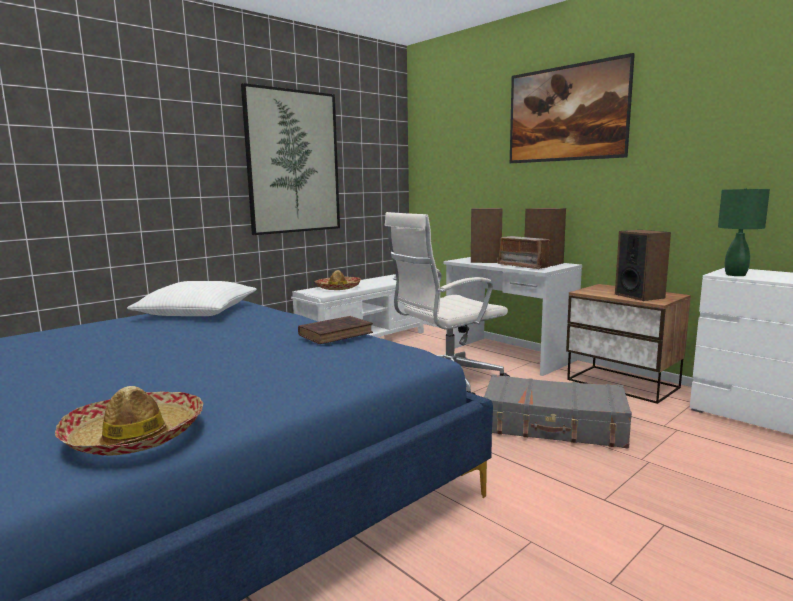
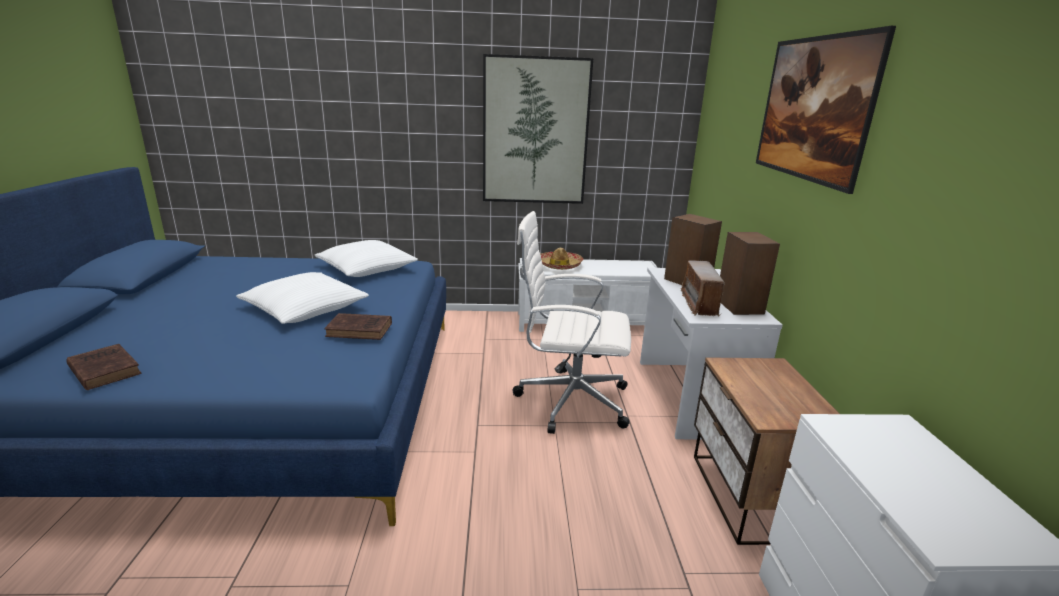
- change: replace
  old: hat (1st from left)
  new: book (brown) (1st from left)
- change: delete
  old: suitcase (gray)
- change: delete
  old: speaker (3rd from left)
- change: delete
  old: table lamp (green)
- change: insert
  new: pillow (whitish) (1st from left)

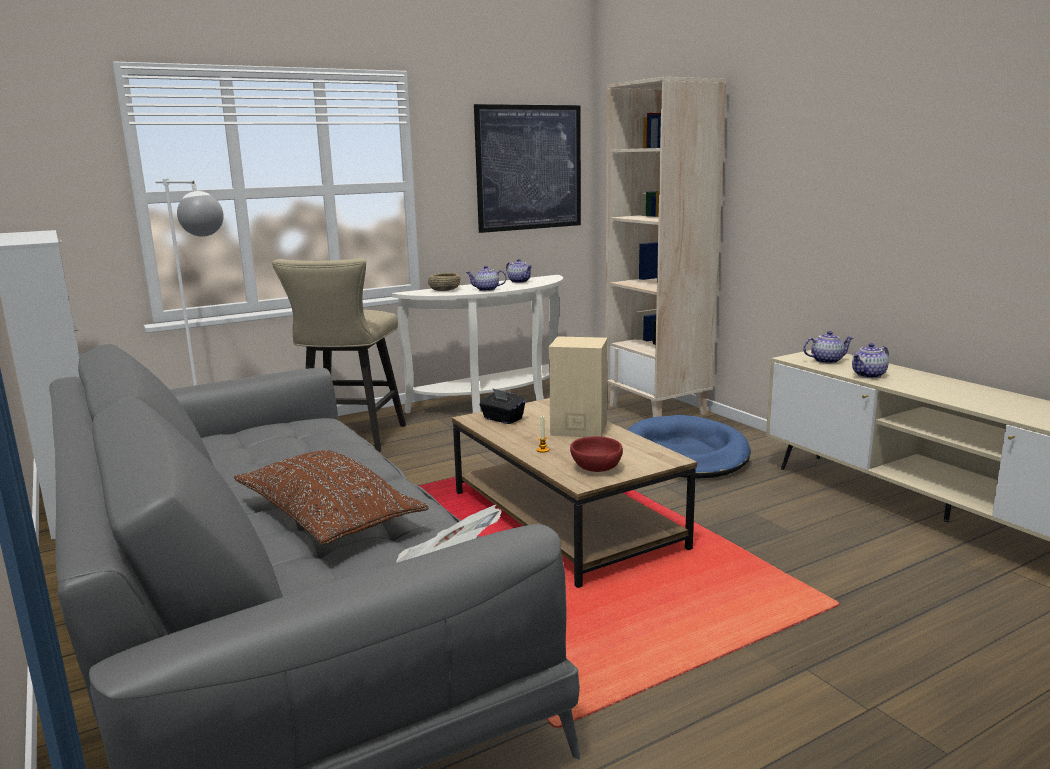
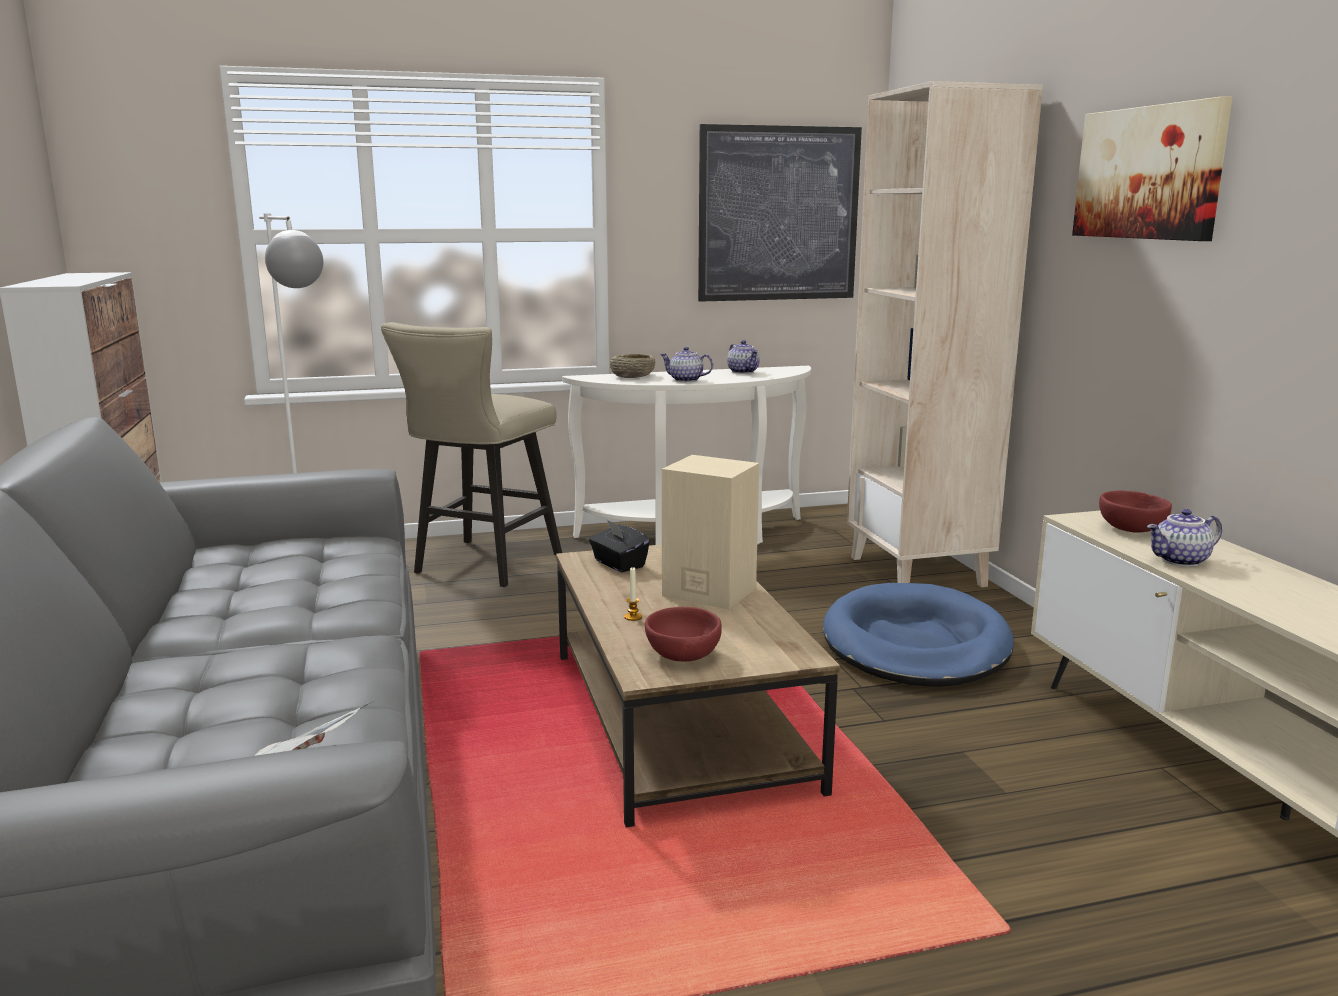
- change: delete
  old: pillow (brown)
- change: replace
  old: pot for tea (3rd from left)
  new: deep dish (reddish) (2nd from left)
- change: insert
  new: picture (2nd from left)

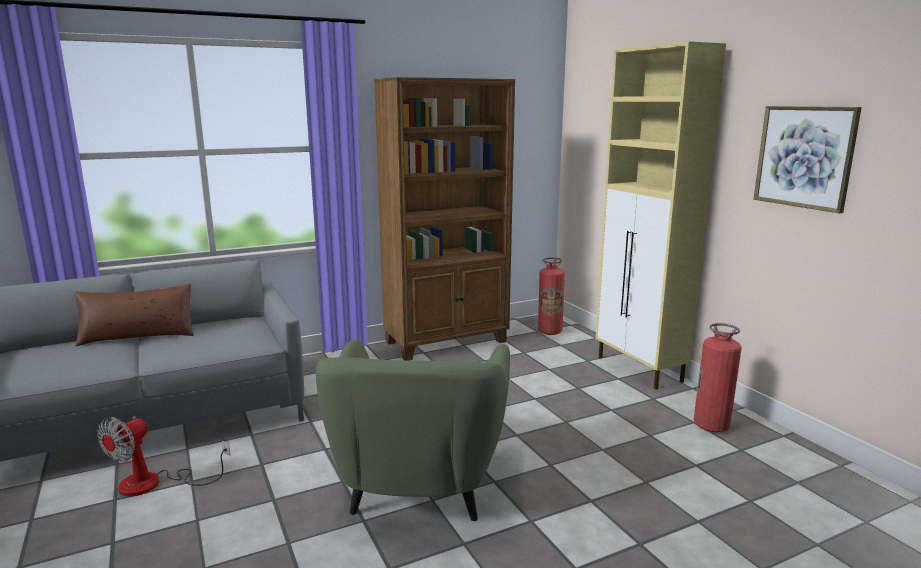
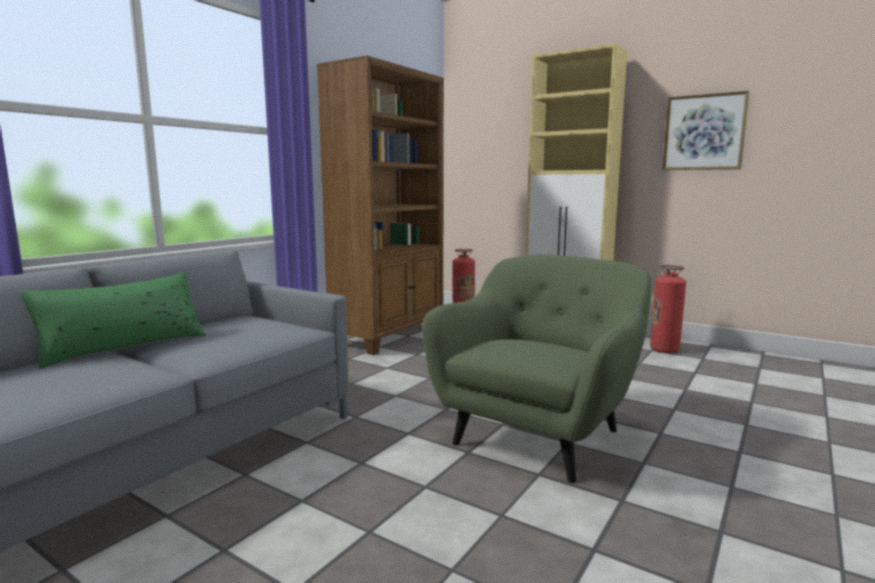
- change: recolor
  old: pillow (brown)
  new: pillow (green)
- change: delete
  old: fan
- change: rotate
  old: easy chair (green)
  degrees: -120

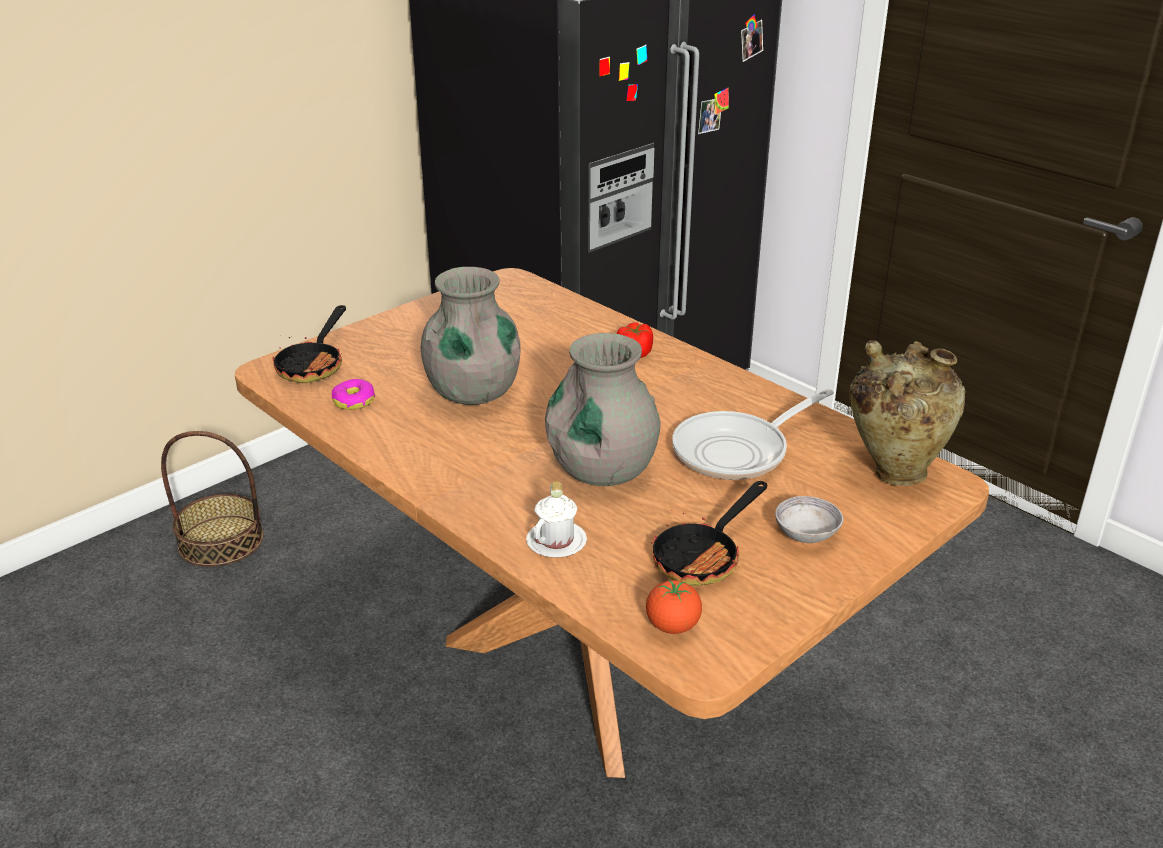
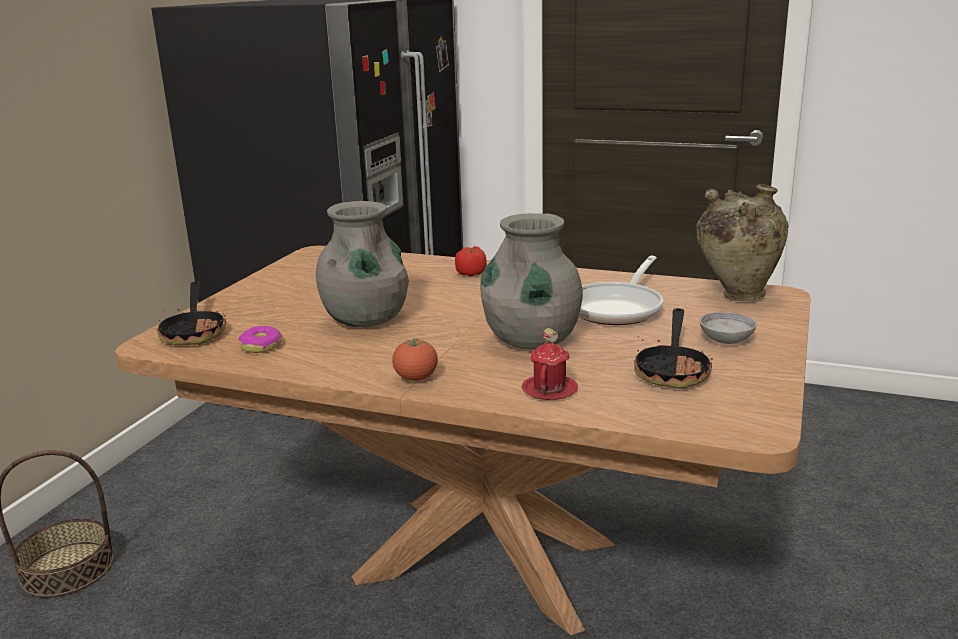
- change: recolor
  old: coffee mug (whitish)
  new: coffee mug (reddish)
- change: move
  old: tomato (2nd from left in the first image)
  new: tomato (1st from left)

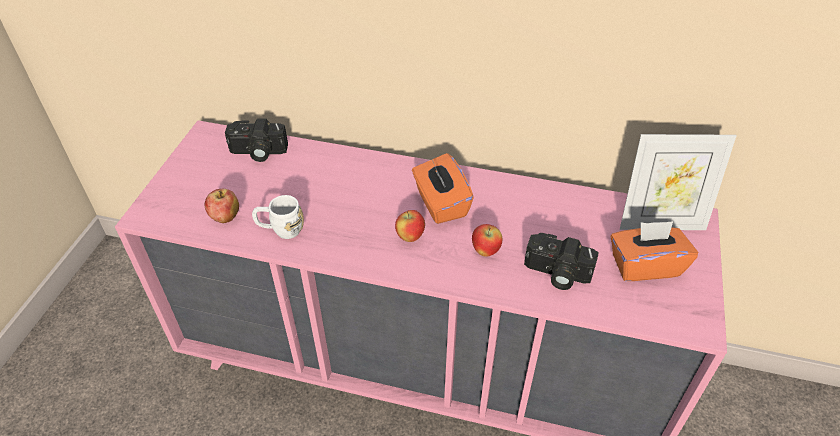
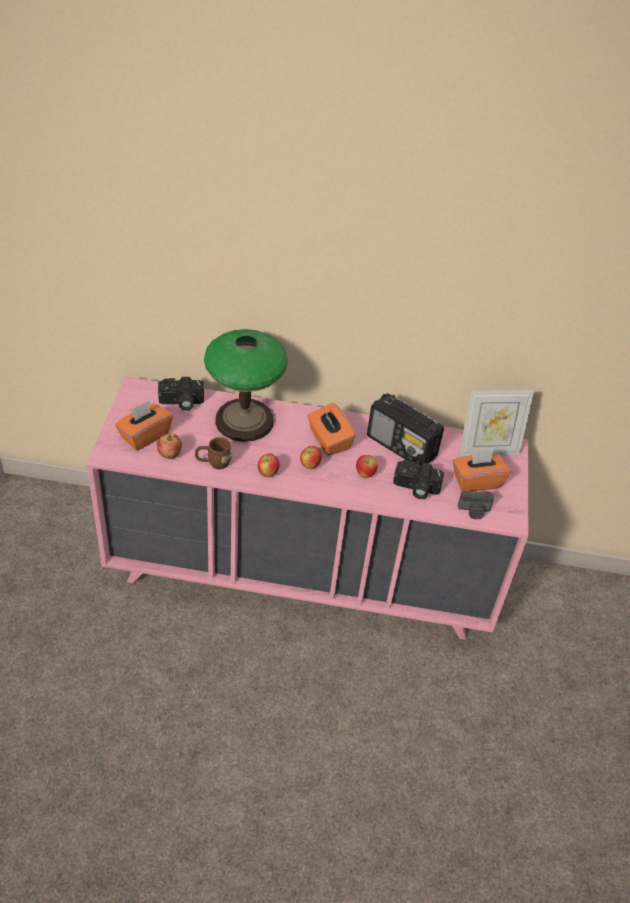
- change: recolor
  old: coffee mug (whitish)
  new: coffee mug (brown)
- change: insert
  new: tissue holder (orange-coloured) (1st from left)
- change: insert
  new: table lamp
- change: insert
  new: apple (2nd from left)
- change: insert
  new: radio set
- change: insert
  new: still camera (3rd from left)

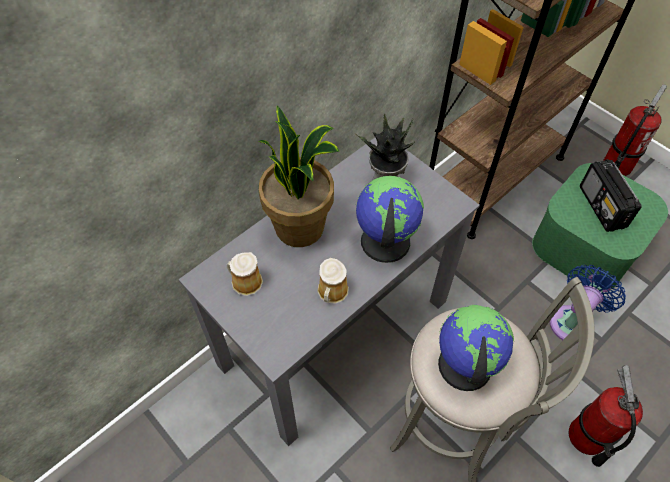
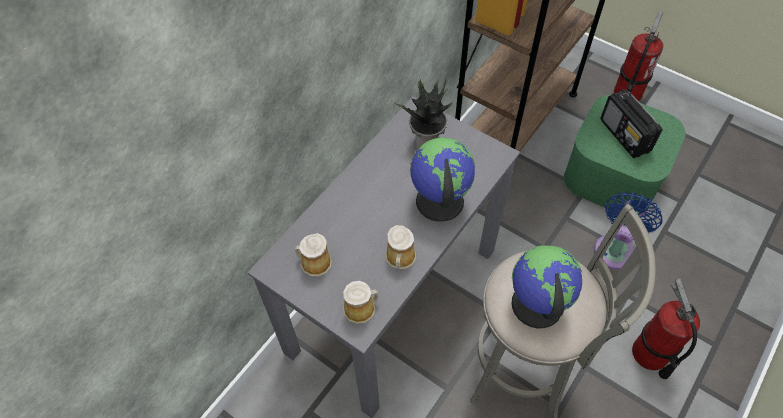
- change: delete
  old: plant in a pot (1st from left)
- change: insert
  new: coffee mug (2nd from left)

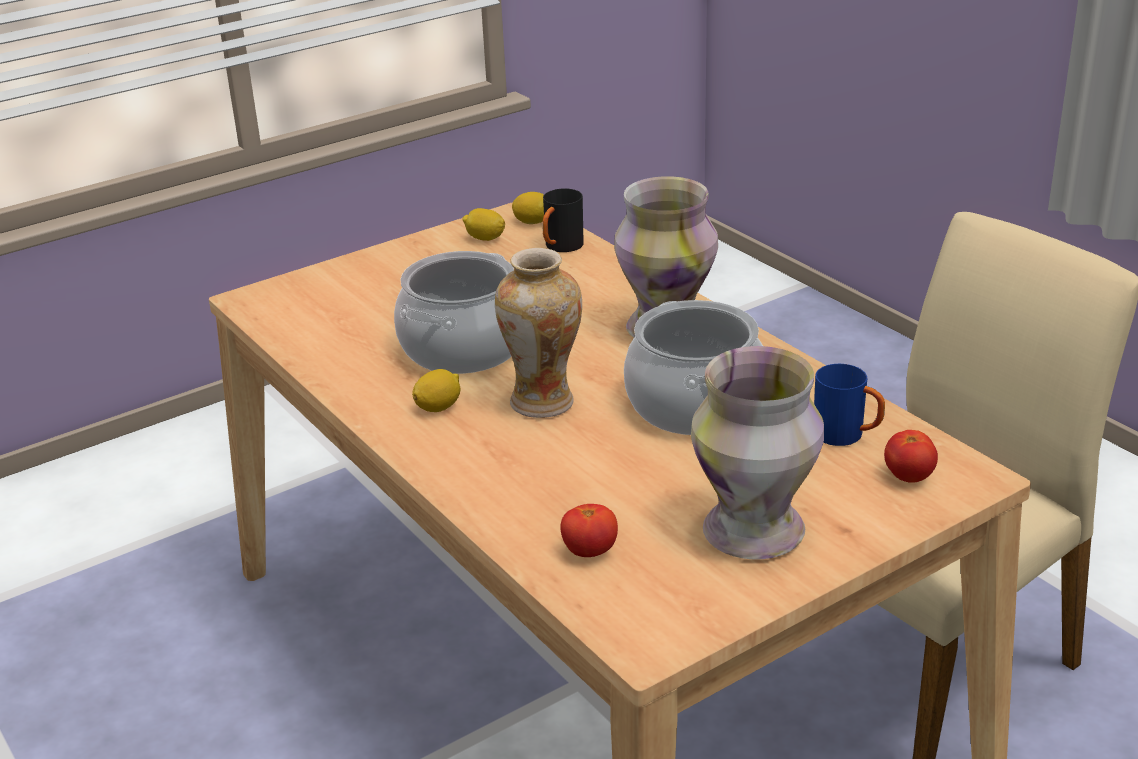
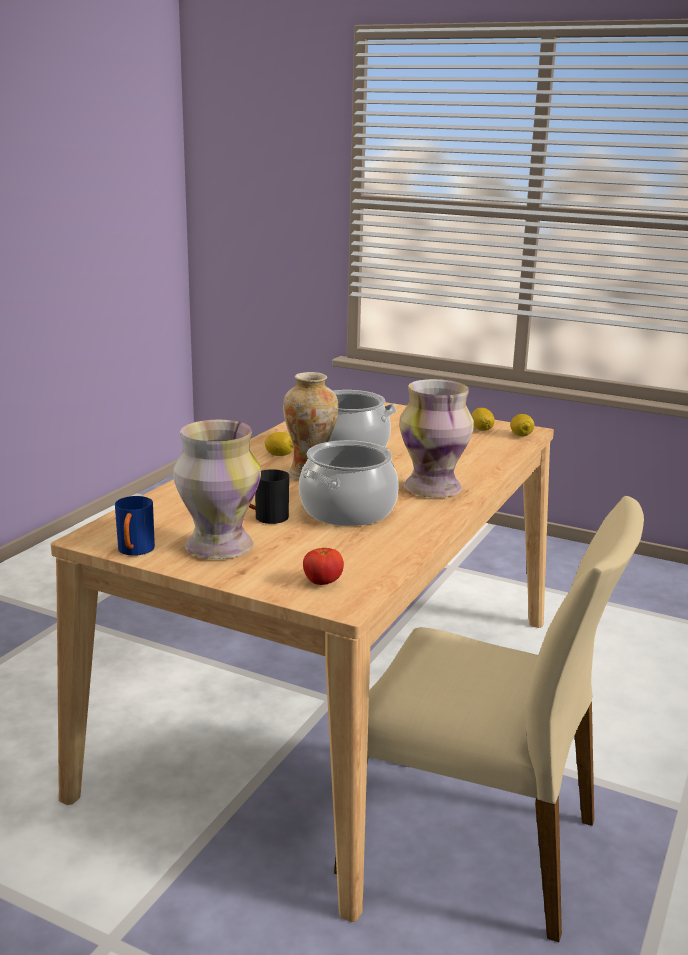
- change: move
  old: coffee mug (black-coloured)
- change: delete
  old: tomato (1st from left)
- change: move
  old: coffee mug (bluish)

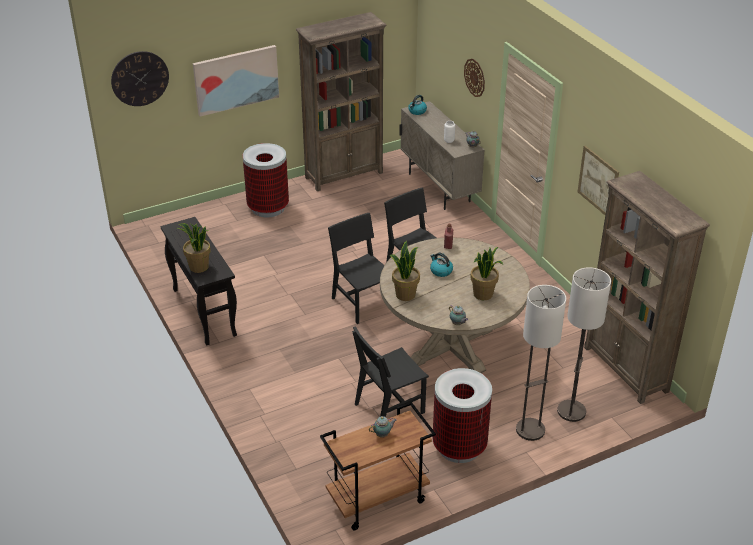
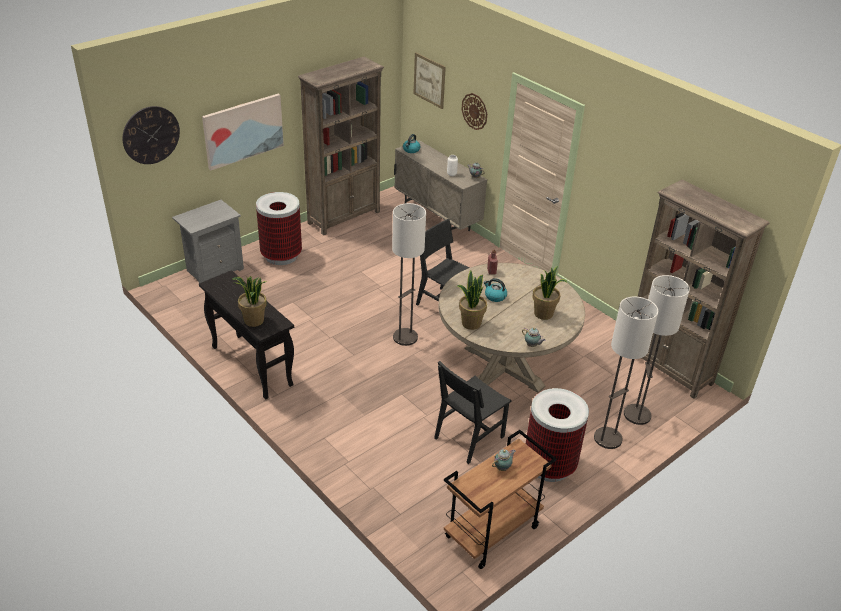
- change: replace
  old: chair (black-coloured) (1st from left)
  new: standing lamp (1st from left)
- change: move
  old: picture (2nd from left)
- change: insert
  new: bedside table (gray)

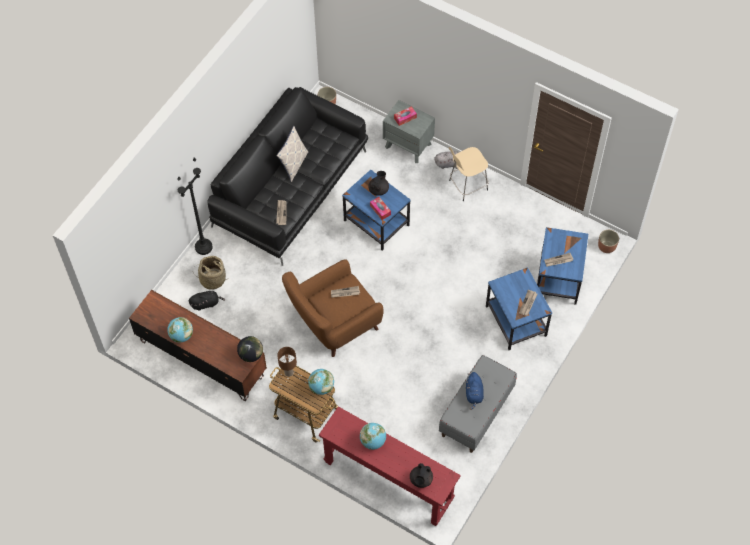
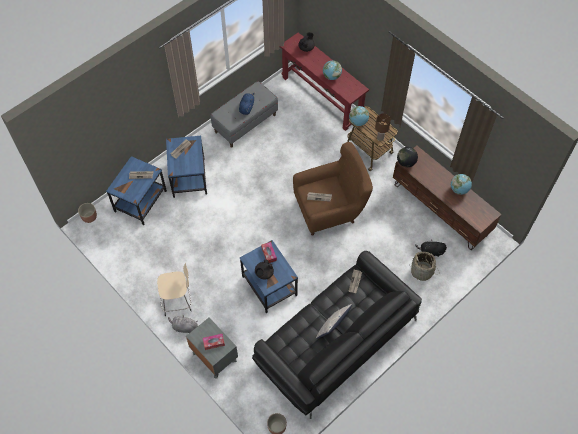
- change: delete
  old: standing lamp (black-coloured)

